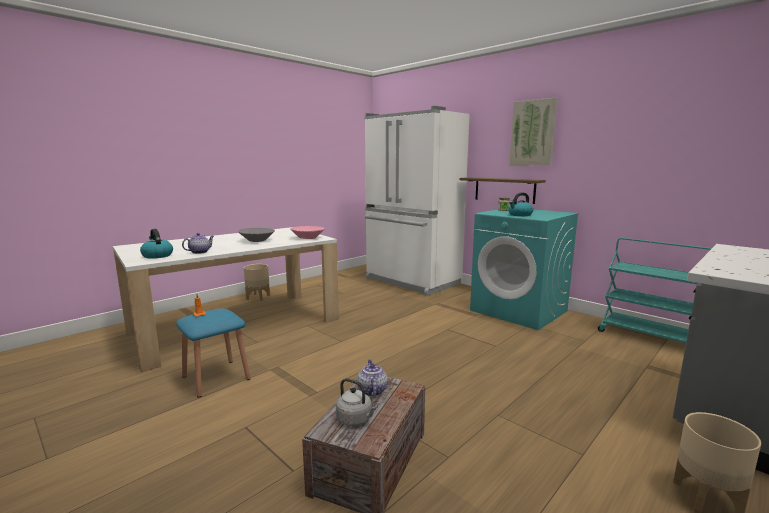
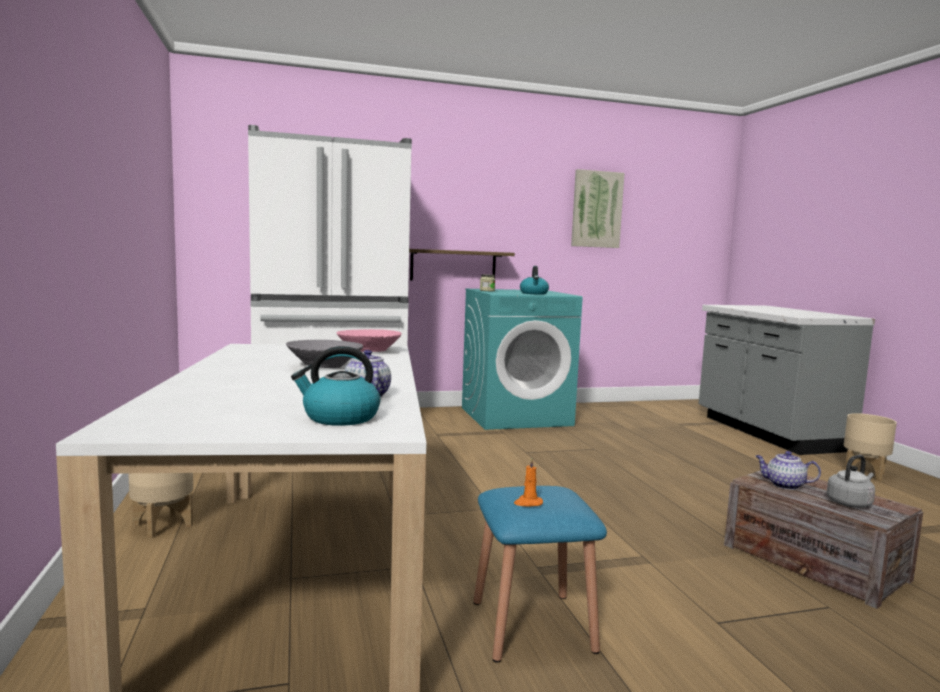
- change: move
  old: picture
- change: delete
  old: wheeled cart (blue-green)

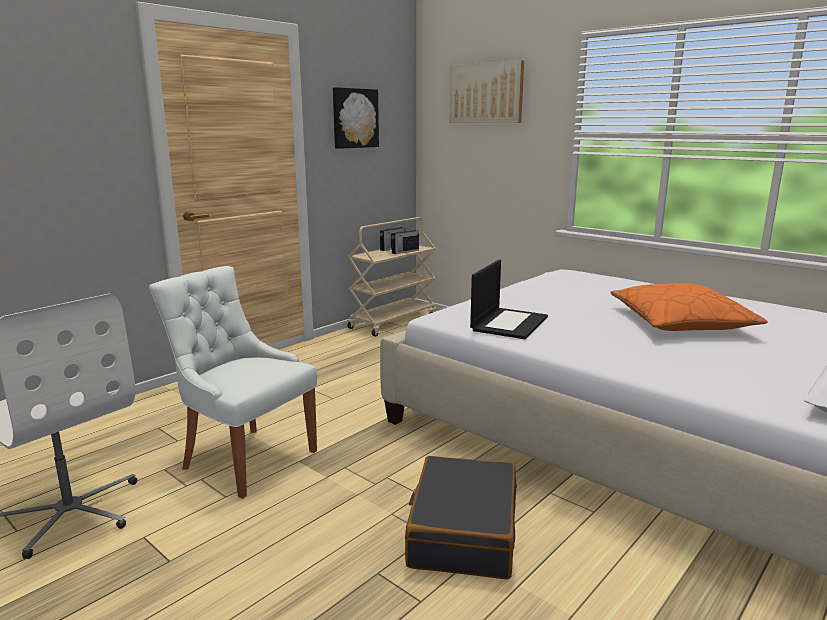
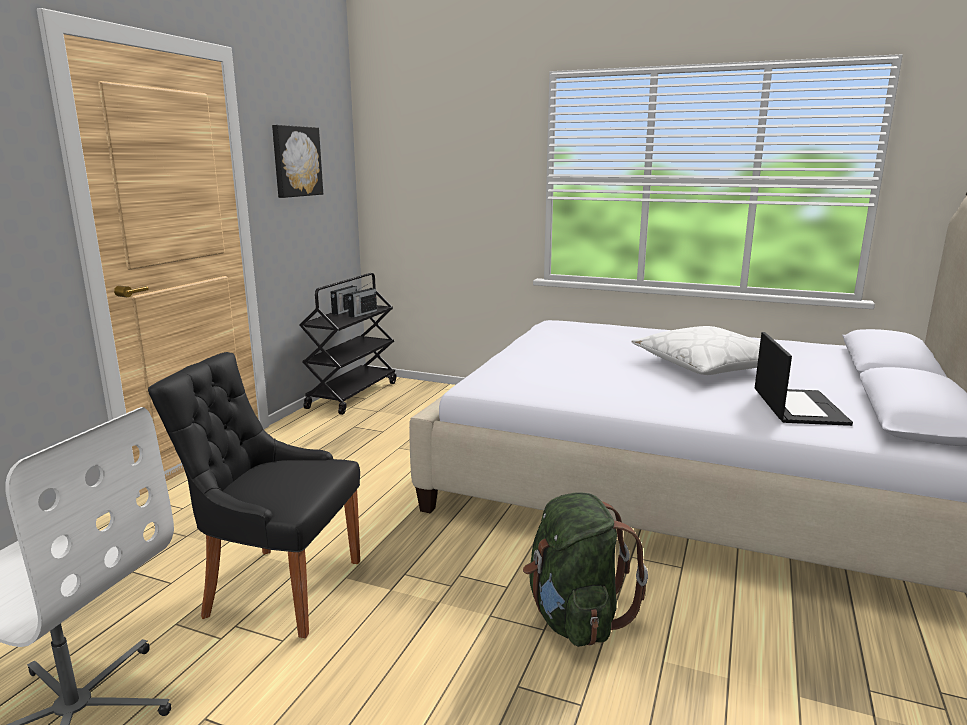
- change: recolor
  old: chair (whitish)
  new: chair (black-coloured)
- change: recolor
  old: wheeled cart (beige)
  new: wheeled cart (black-coloured)
- change: replace
  old: suitcase (black-coloured)
  new: knapsack (green)
- change: delete
  old: picture (2nd from left)
- change: move
  old: notebook computer
- change: recolor
  old: pillow (orange-coloured)
  new: pillow (whitish)

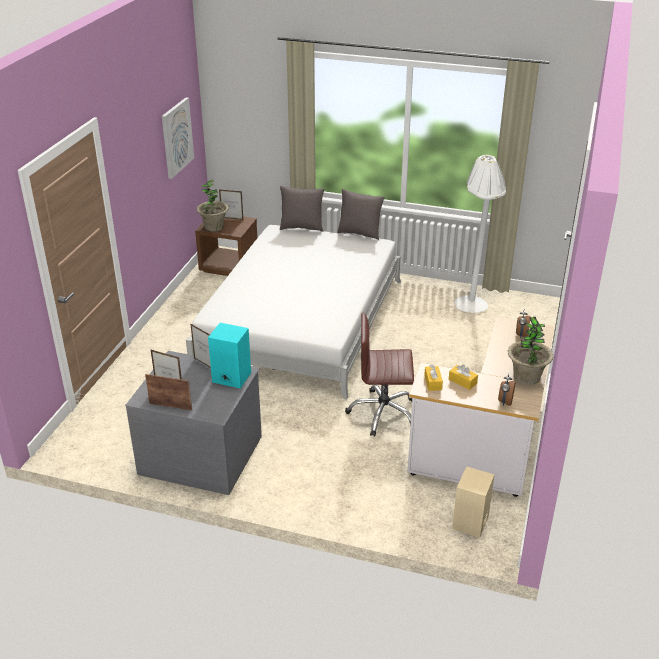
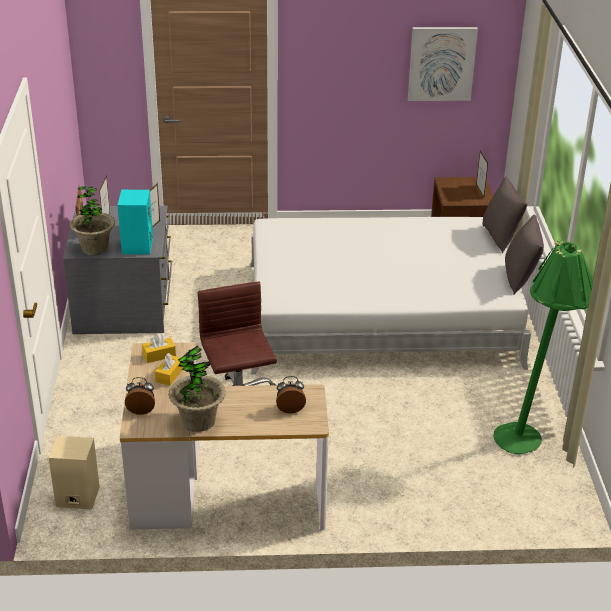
- change: move
  old: plant in a pot (1st from left)
- change: recolor
  old: standing lamp (whitish)
  new: standing lamp (green)

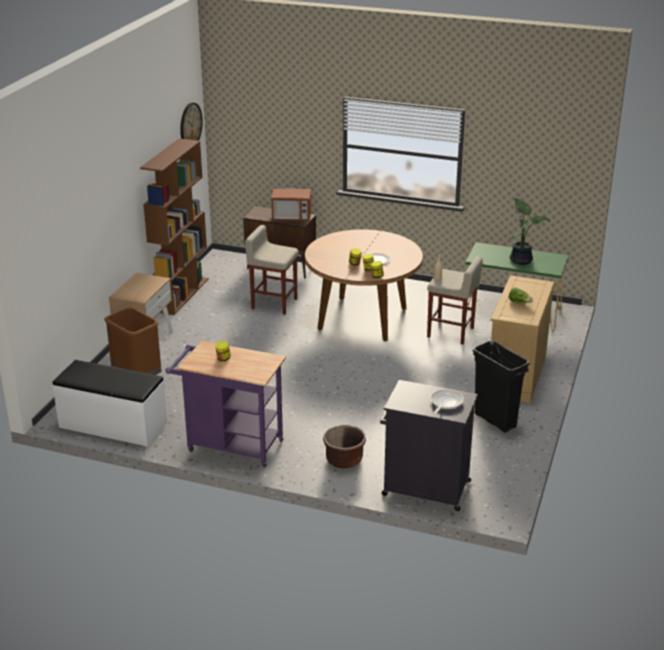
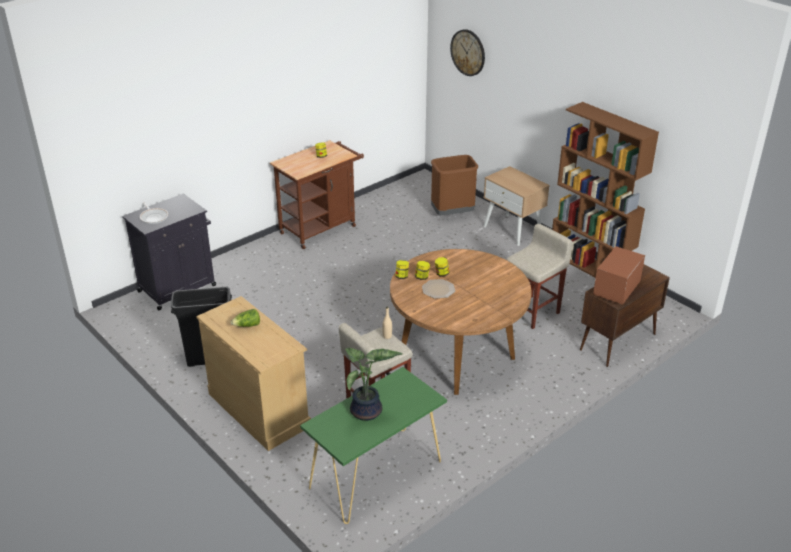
- change: delete
  old: long seat (whitish)
- change: recolor
  old: wheeled cart (purple)
  new: wheeled cart (brown)
- change: move
  old: clock on the wall
- change: delete
  old: flower pot (brown)

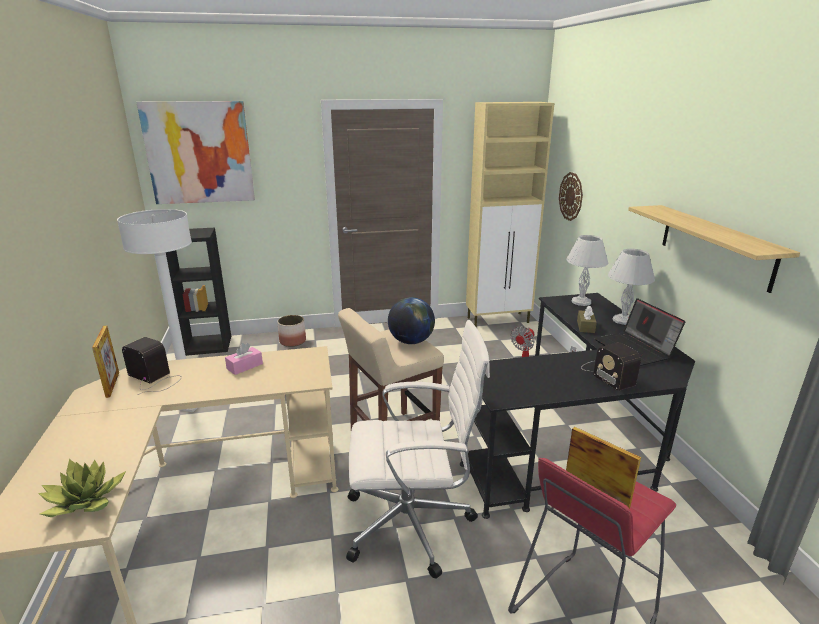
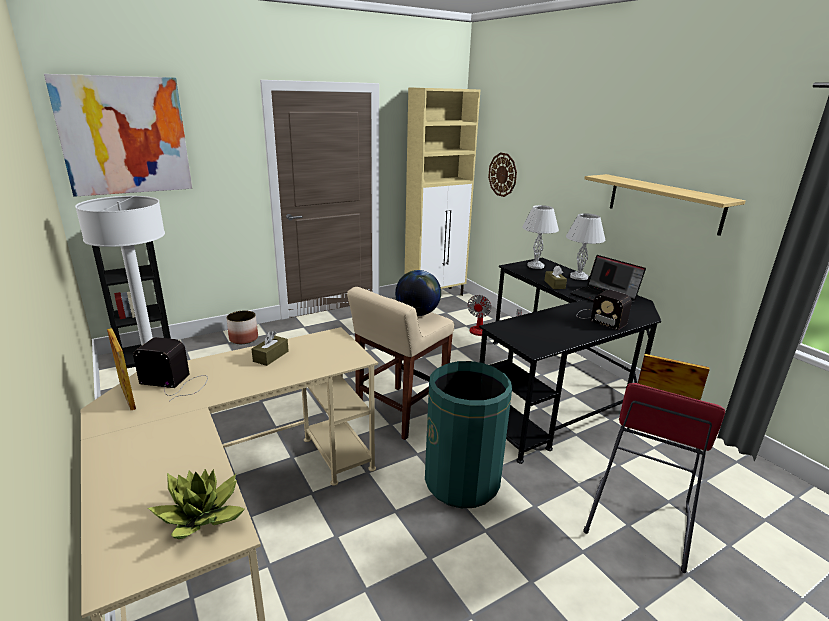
- change: recolor
  old: tissue holder (pink-coloured)
  new: tissue holder (brown) (1st from left)
- change: replace
  old: computer chair (whitish)
  new: trash can (green)

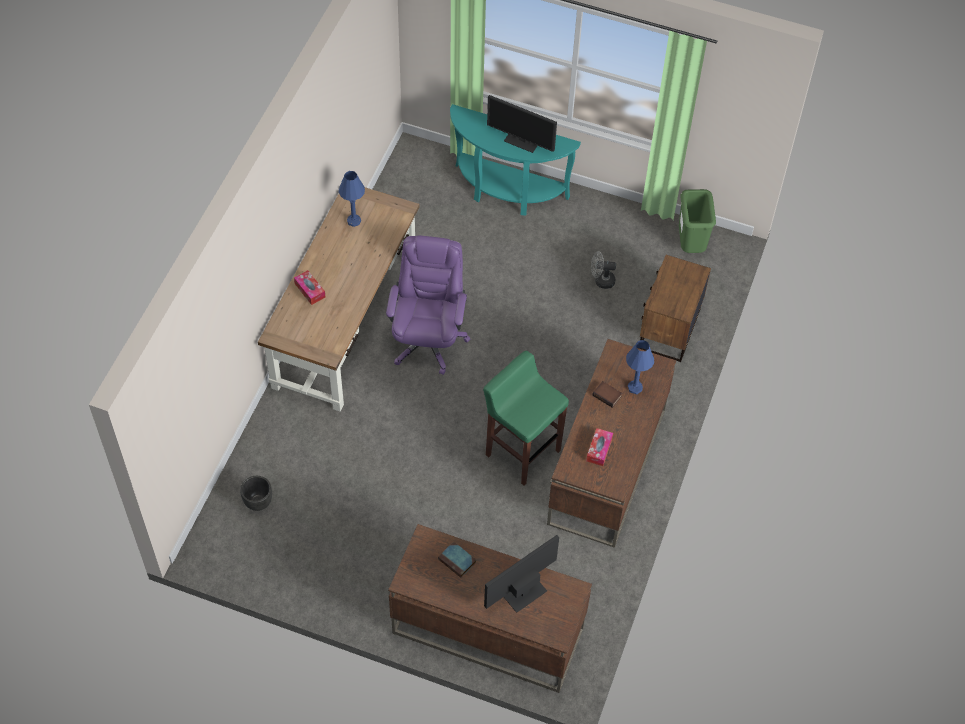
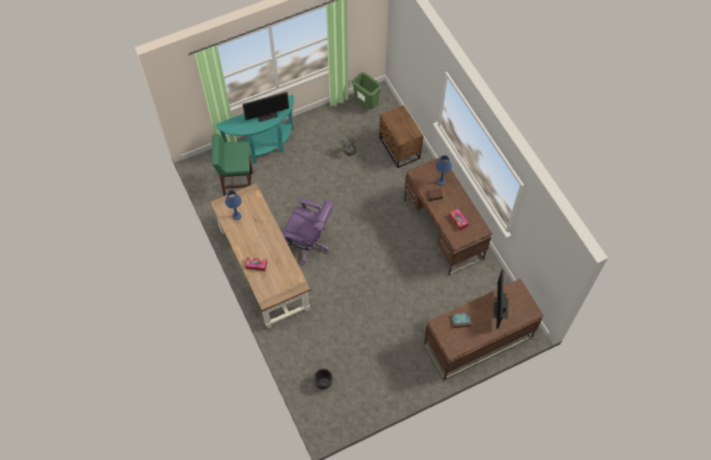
- change: rotate
  old: computer chair (purple)
  degrees: 150
- change: move
  old: sitting stool (green)

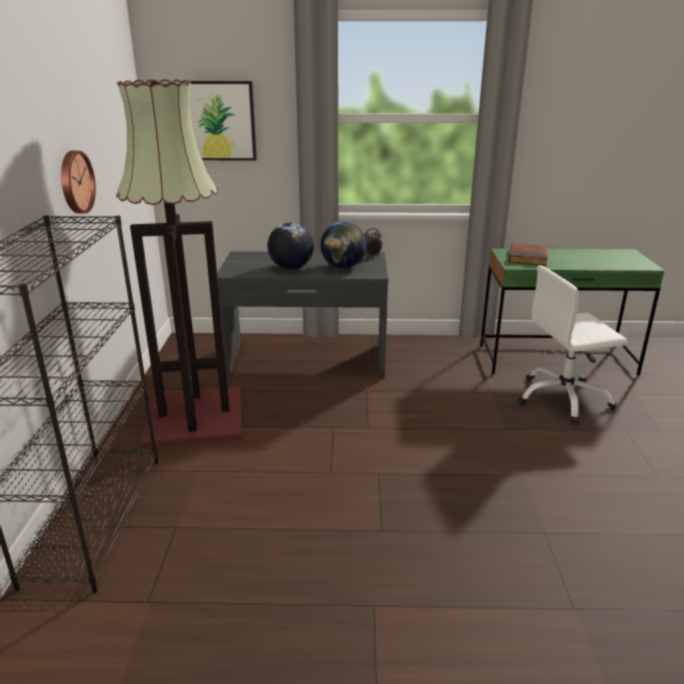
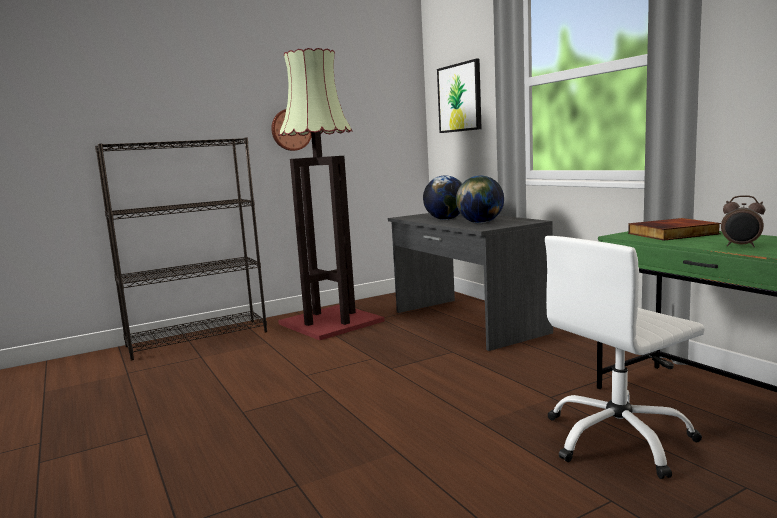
- change: move
  old: alarm clock
- change: rotate
  old: computer chair (whitish)
  degrees: -75

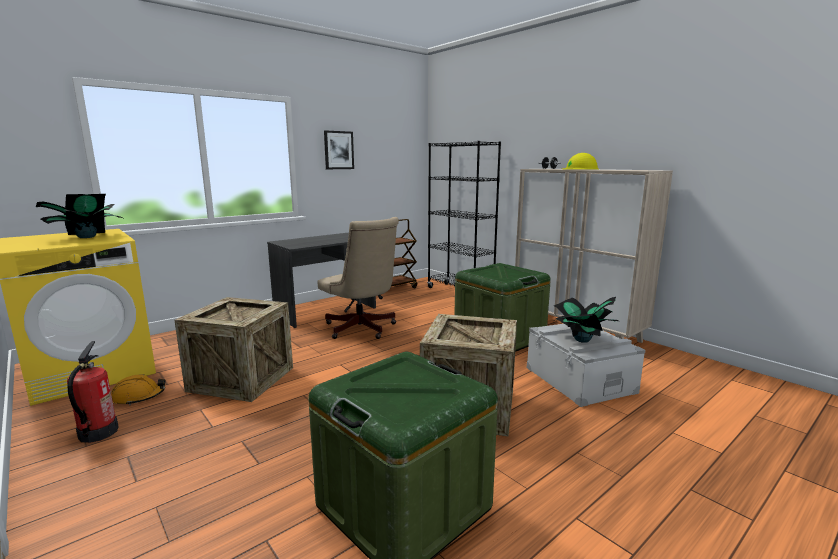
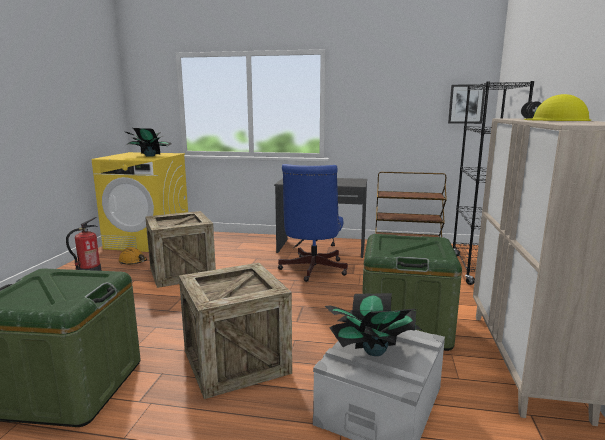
- change: recolor
  old: computer chair (beige)
  new: computer chair (bluish)
- change: move
  old: picture

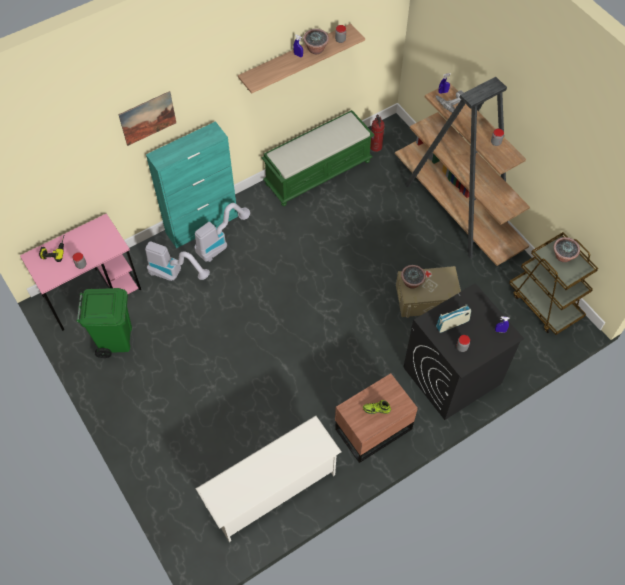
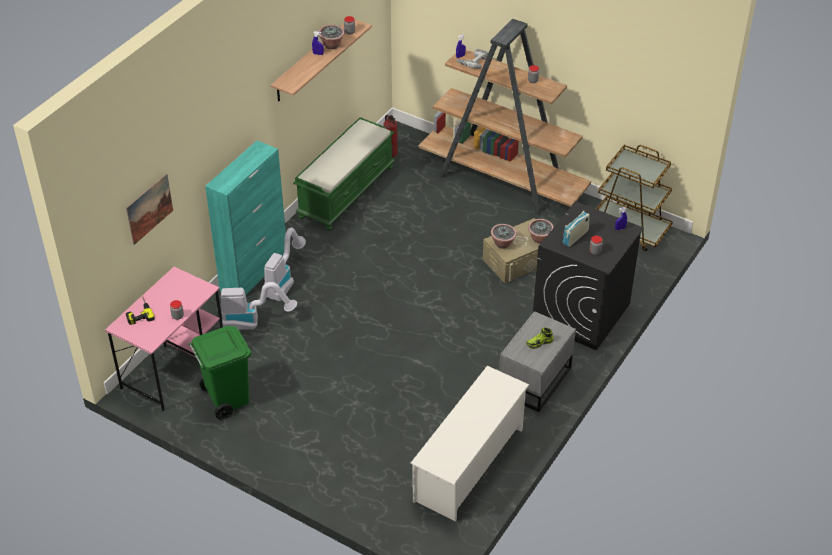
- change: move
  old: picture
- change: recolor
  old: bedside table (brown)
  new: bedside table (gray)
- change: move
  old: plant in a pot (3rd from left)

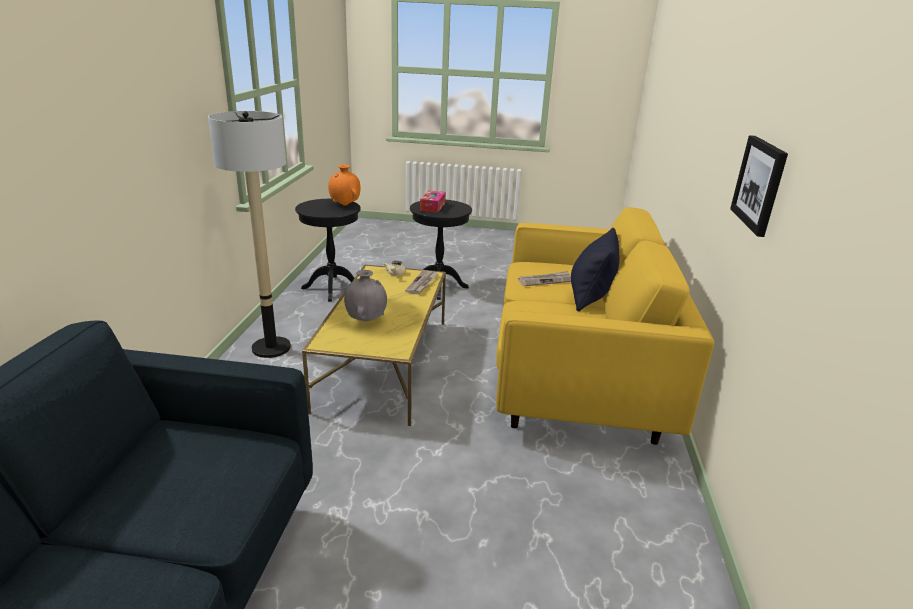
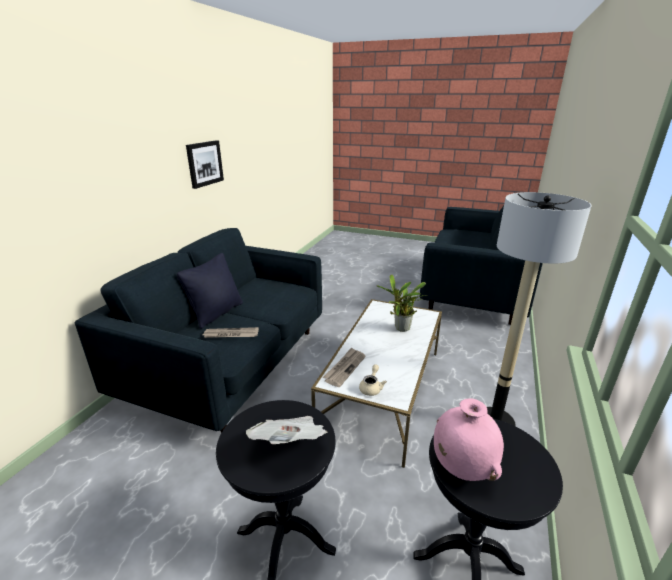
- change: recolor
  old: low table (yellowish)
  new: low table (whitish)
- change: recolor
  old: vase (orange-coloured)
  new: vase (pink-coloured)
- change: replace
  old: vase (gray)
  new: plant in a pot
- change: replace
  old: tissue holder
  new: daily paper (2nd from left)
- change: recolor
  old: couch (yellowish)
  new: couch (bluish) (1st from left)

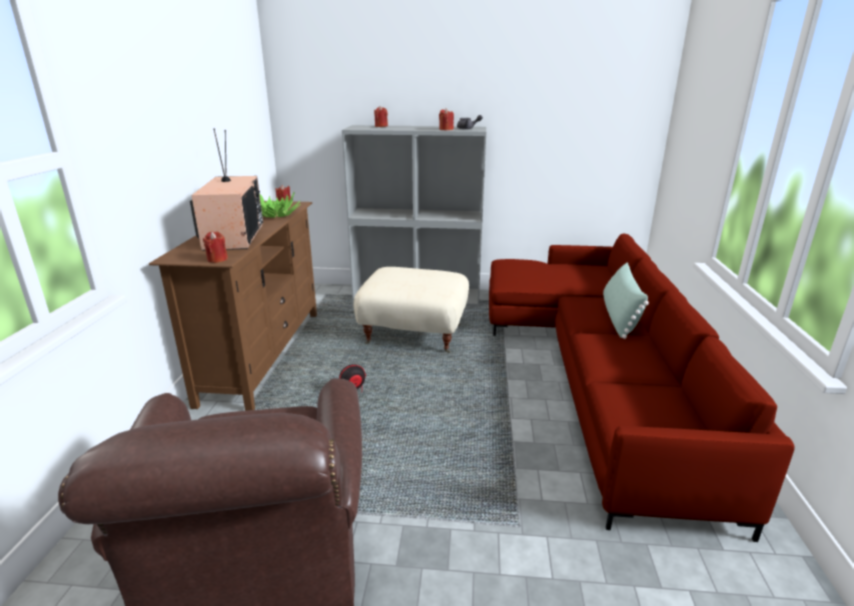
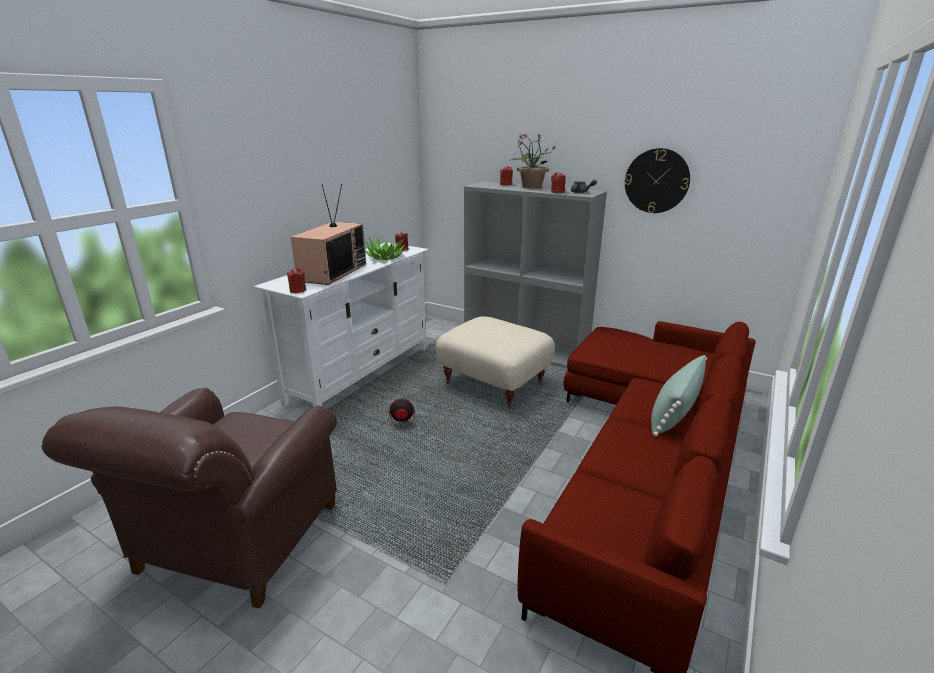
- change: recolor
  old: tv stand (brown)
  new: tv stand (whitish)
- change: insert
  new: plant in a pot (2nd from left)
- change: insert
  new: clock on the wall

